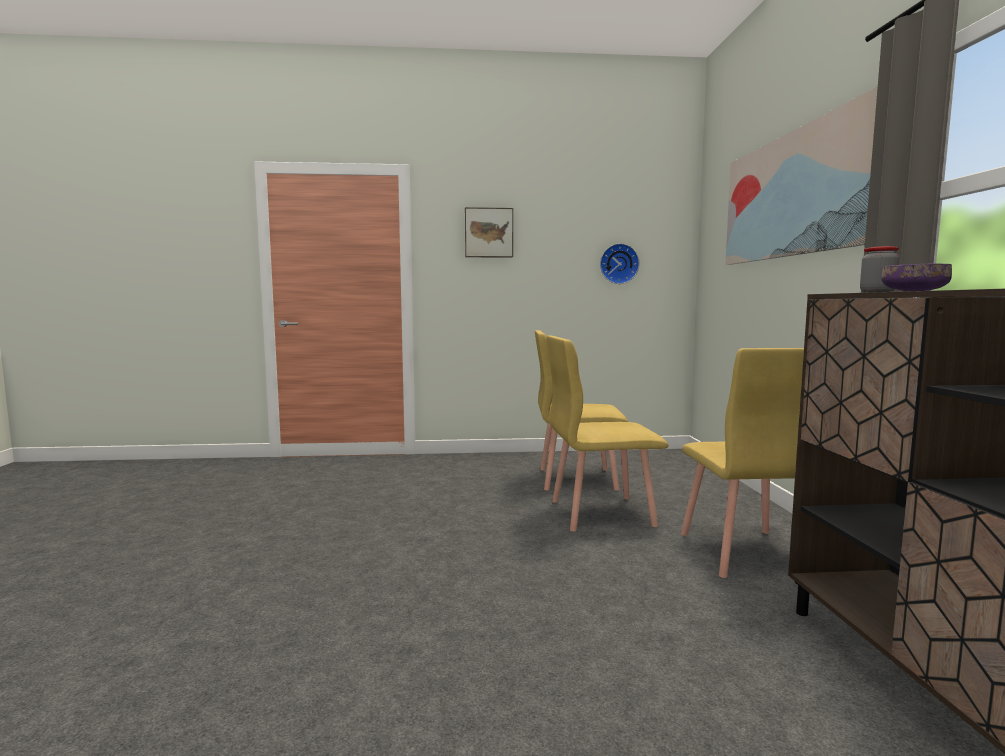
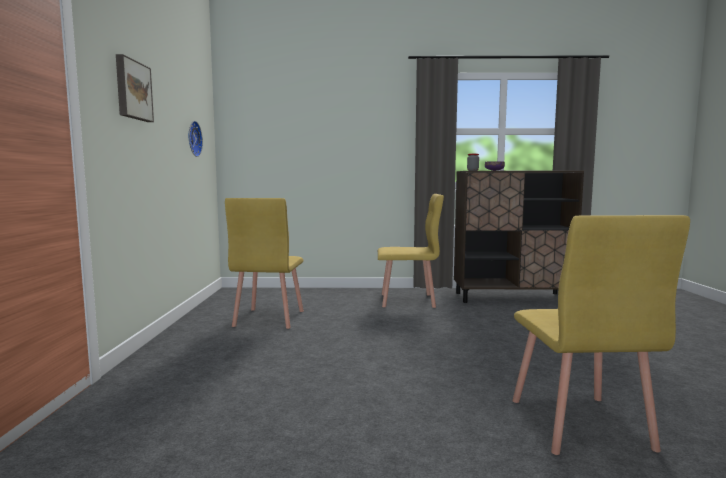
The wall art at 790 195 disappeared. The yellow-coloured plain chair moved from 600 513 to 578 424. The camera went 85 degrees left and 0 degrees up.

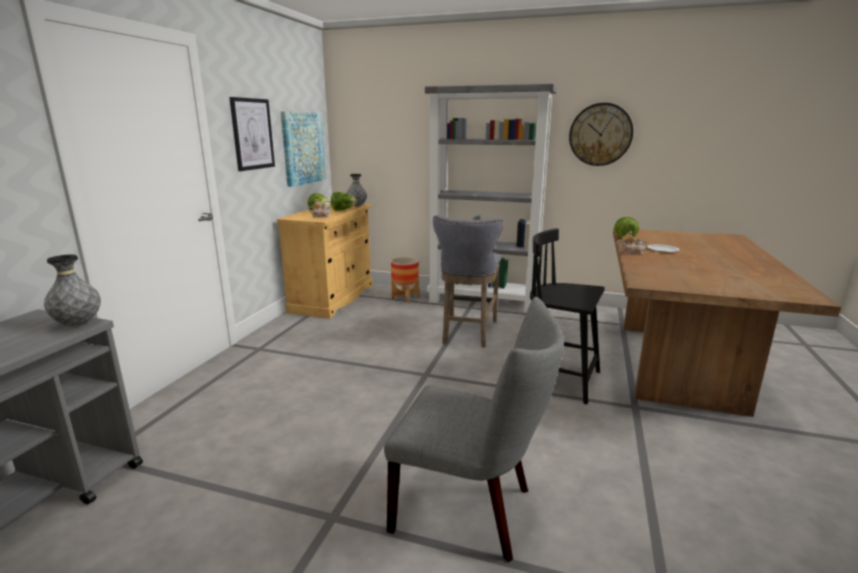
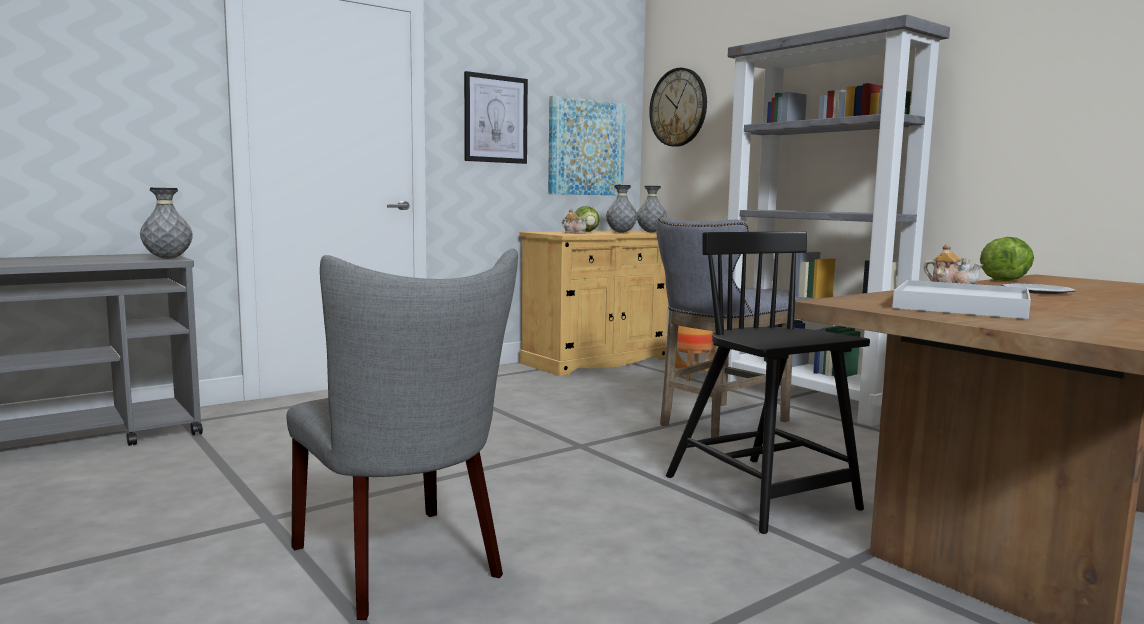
The whitish tray at 961 306 appeared. The wall clock moved from 600 134 to 678 107. The lettuce at 343 210 was replaced by the gray vase at 621 232. The camera went 35 degrees right and 10 degrees down.

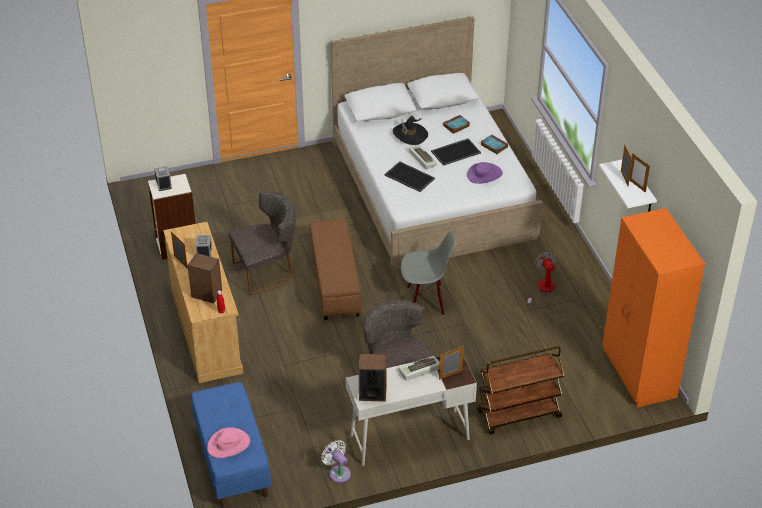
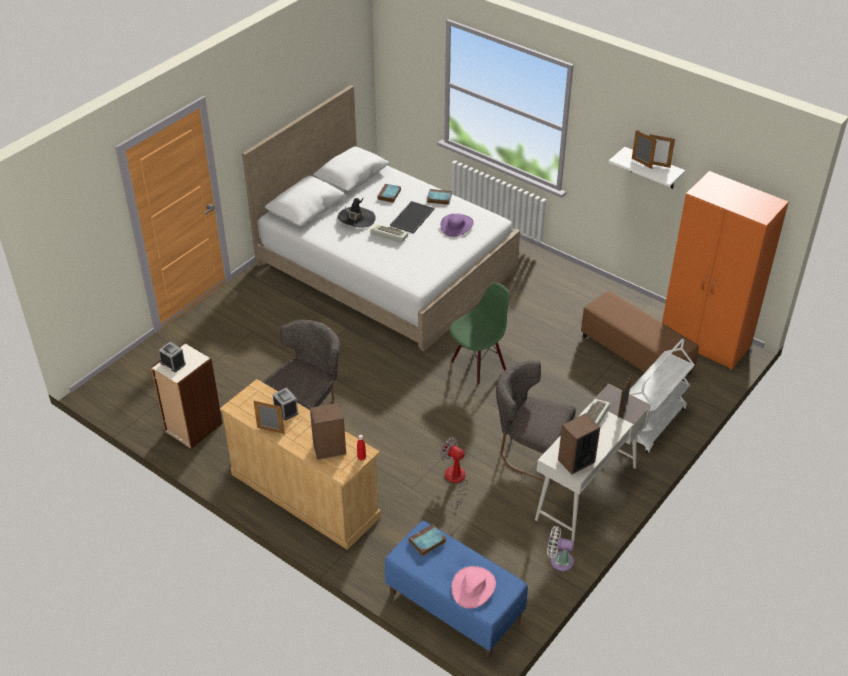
The tray at 410 176 disappeared. The bound book at 427 542 appeared. The brown-coloured pouffe moved from 336 282 to 636 354. The fan moved from 543 290 to 455 481. The gray plain chair at 426 300 became the green-coloured plain chair at 478 365. The brown-coloured wheeled cart at 518 415 became the whitish wheeled cart at 652 424. The camera went 35 degrees left and 0 degrees up.

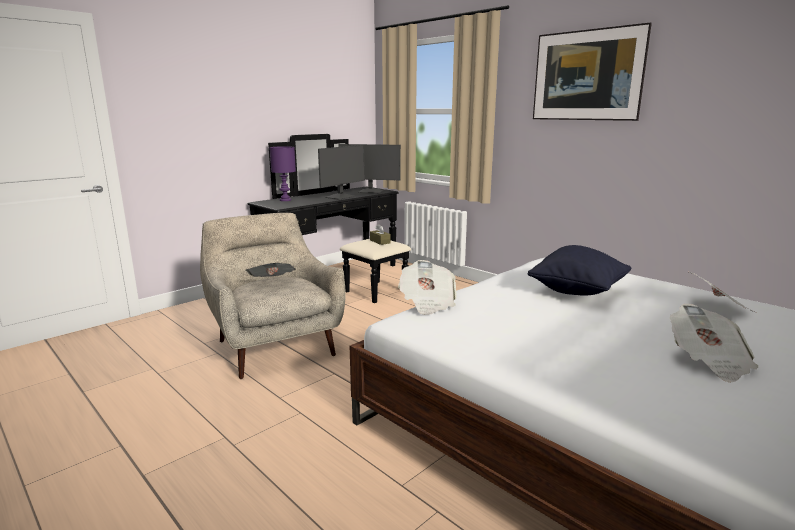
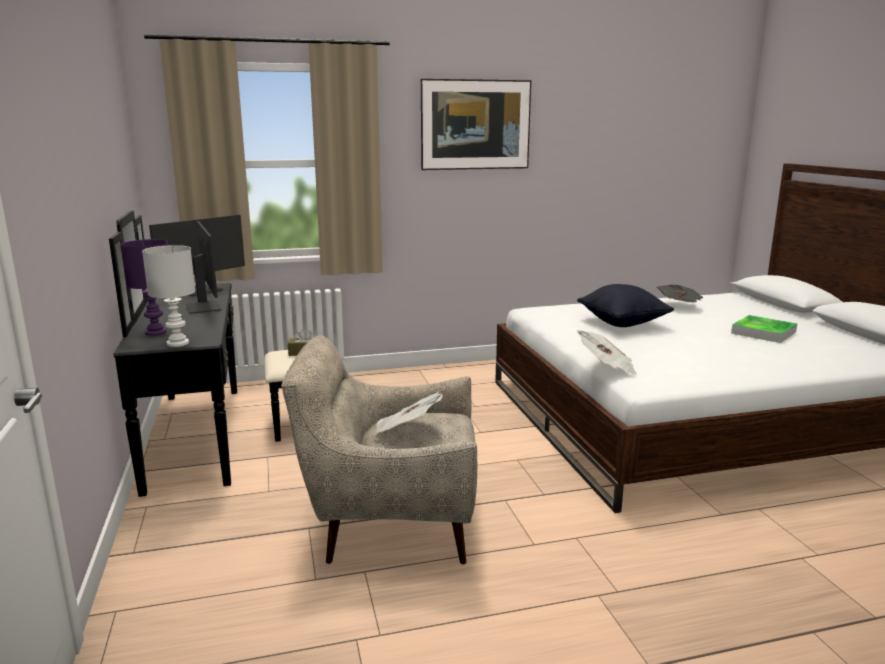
The whitish tabletop lamp at 178 343 appeared. The printed paper at 708 361 was replaced by the tray at 763 332. The camera went 60 degrees left and 0 degrees up.

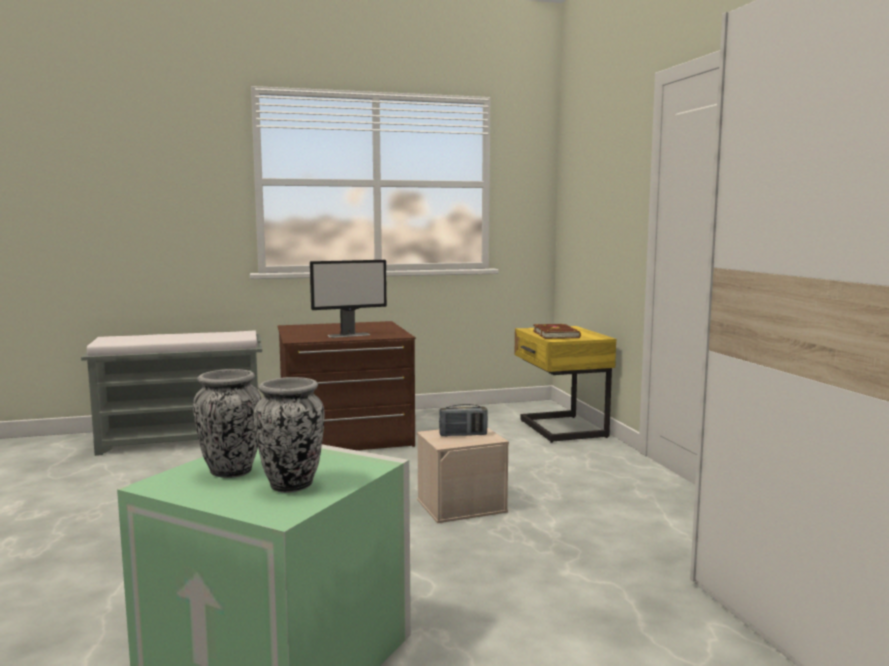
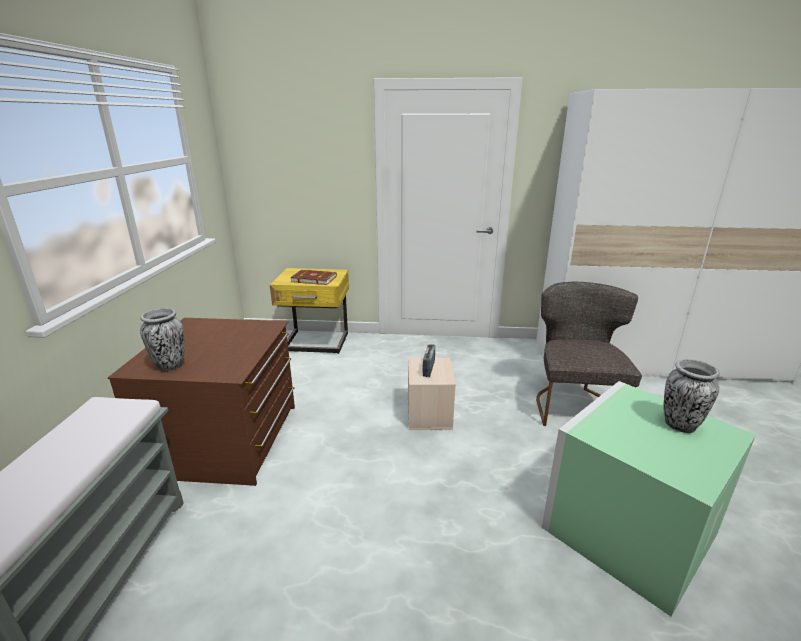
The computer display at 349 335 disappeared. The gray plain chair at 574 404 appeared. The vase moved from 231 472 to 170 366. The camera went 70 degrees left and 15 degrees up.

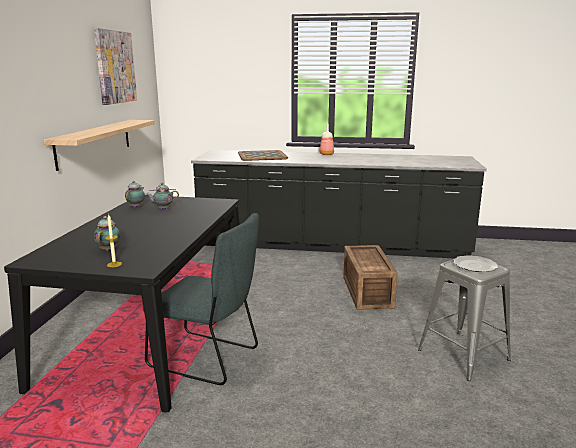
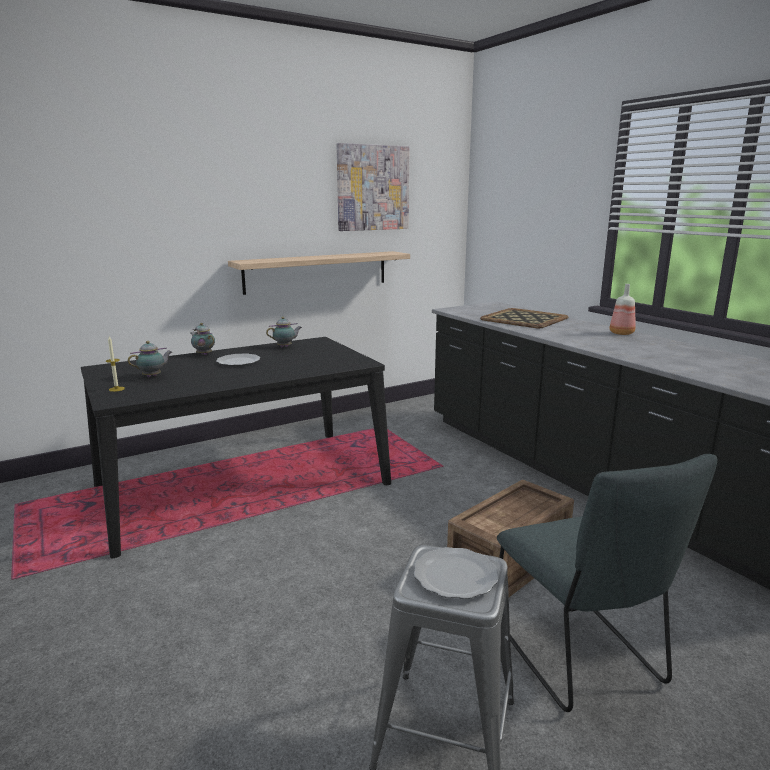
The dinner plate at 239 361 appeared. The gray plain chair moved from 208 359 to 579 655. The tea pot moved from 163 209 to 203 354. The camera went 50 degrees right and 0 degrees up.

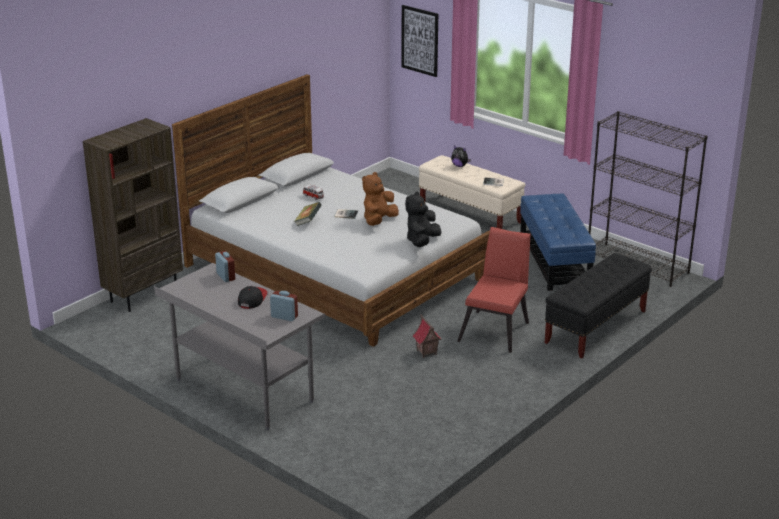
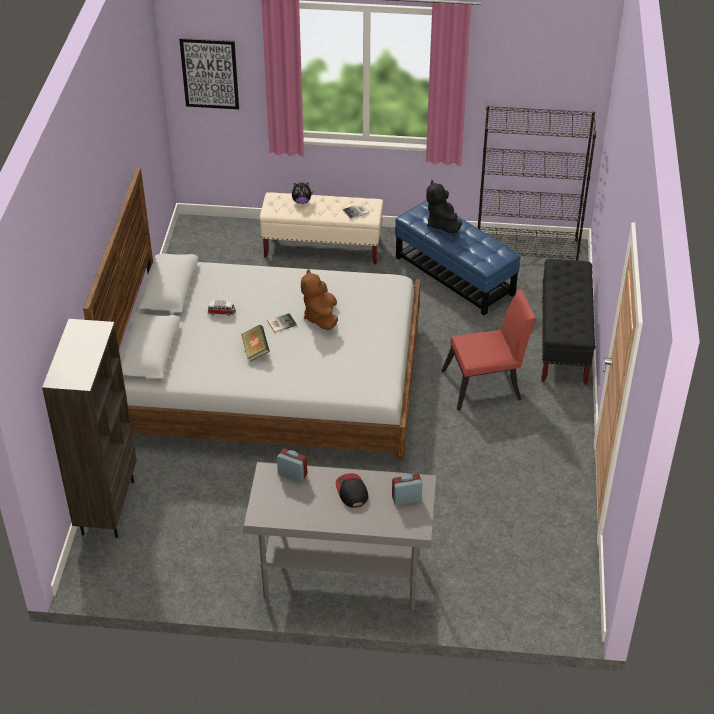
The toy house at 426 352 disappeared. The black soft toy moved from 422 241 to 442 224. The reddish plain chair at 496 329 turned 90 degrees clockwise. The camera went 35 degrees left and 15 degrees up.

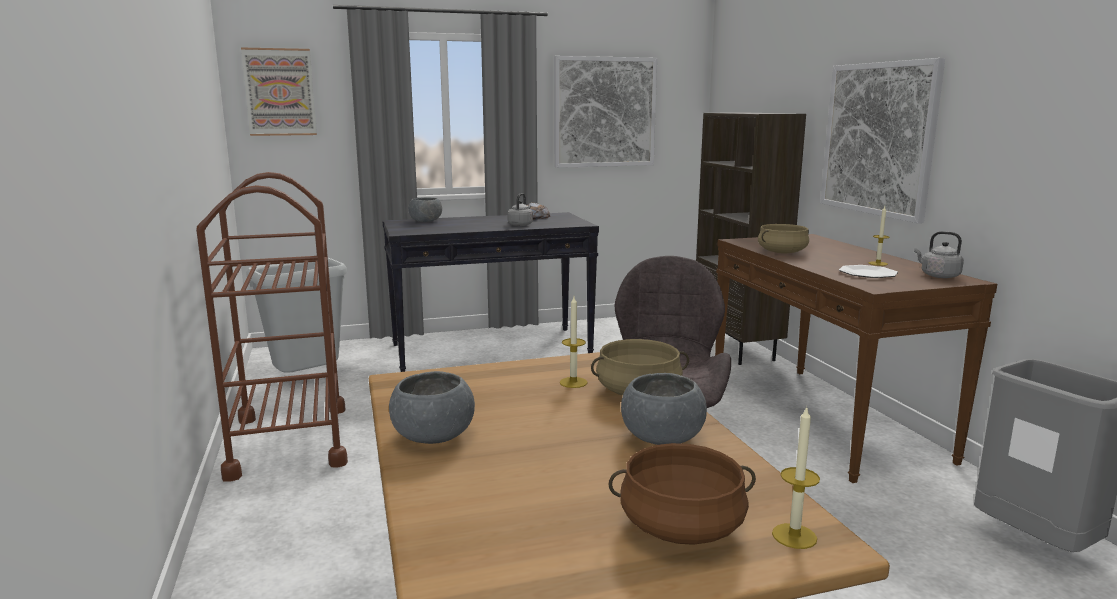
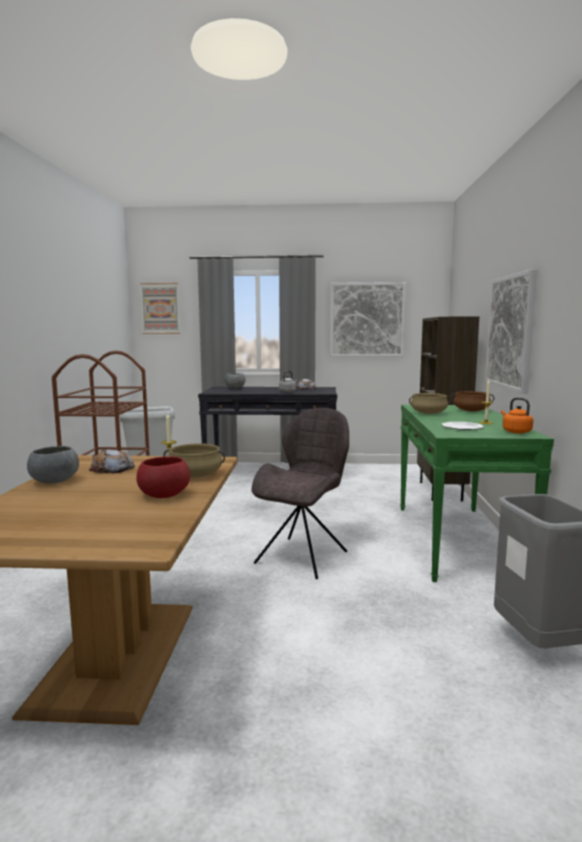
The wax light at 794 536 disappeared. The bread at 112 468 appeared. The brown-coloured stockpot moved from 682 526 to 471 411. The gray bowl at 661 438 became the reddish bowl at 164 495. The brown-coloured narrow table at 823 419 became the green-coloured narrow table at 457 540. The gray water kettle at 938 276 became the orange water kettle at 515 431. The camera went 20 degrees right and 5 degrees down.

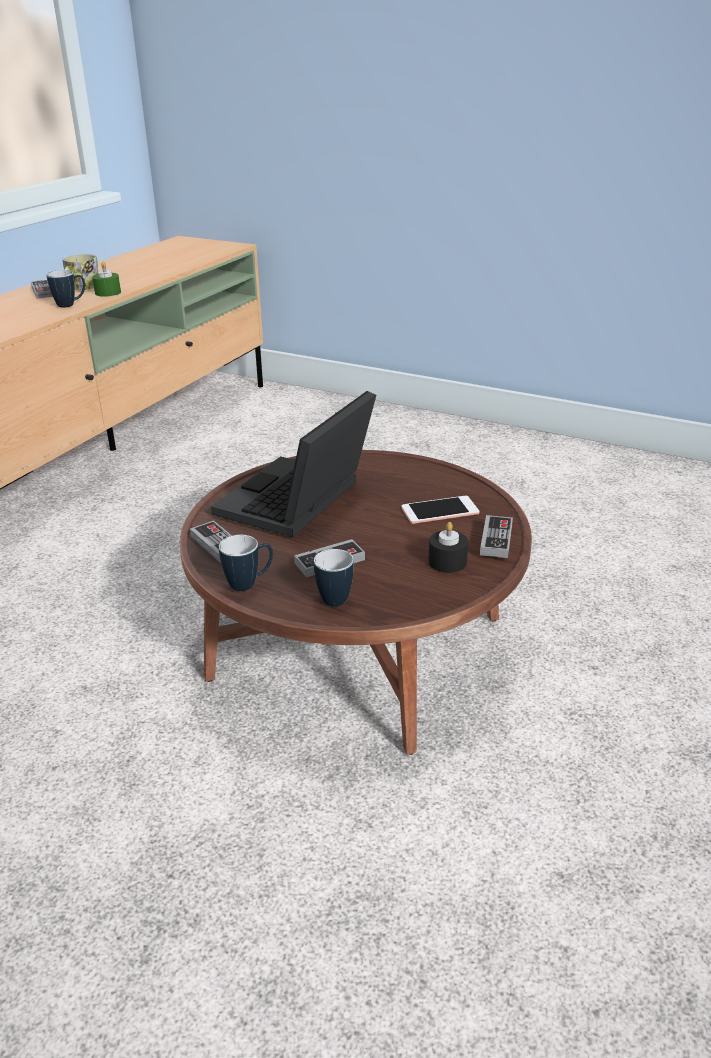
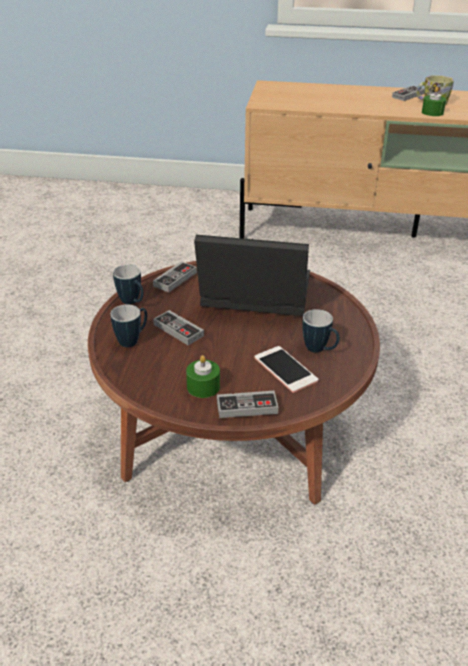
The tea mug moved from 70 305 to 319 350. The black wax light at 447 562 became the green-coloured wax light at 203 387. The camera went 70 degrees right and 5 degrees up.

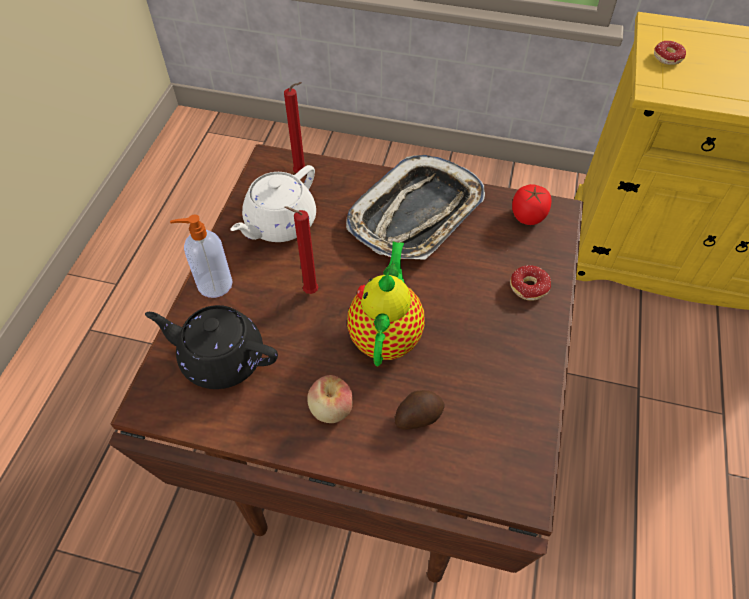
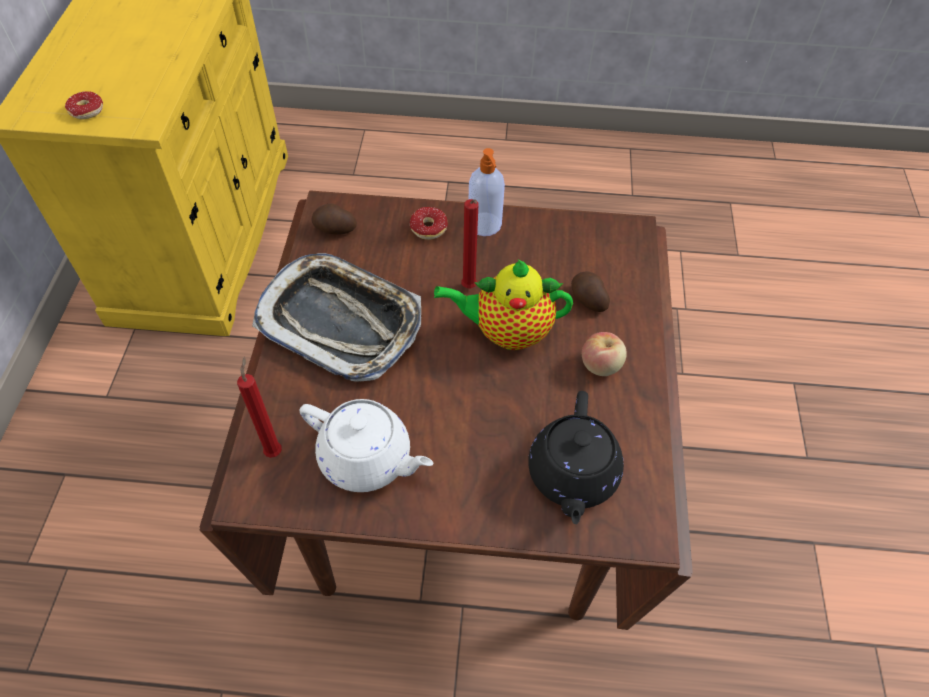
The liquid soap bottle moved from 213 284 to 485 225. The reddish wax light moved from 308 291 to 469 289. The whole tomato at 528 216 was replaced by the potato at 334 229. The camera went 100 degrees left and 0 degrees up.

